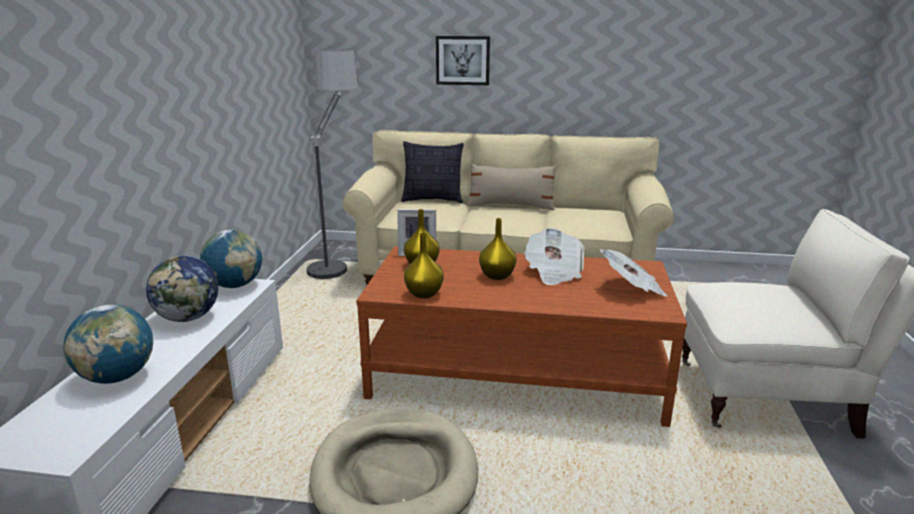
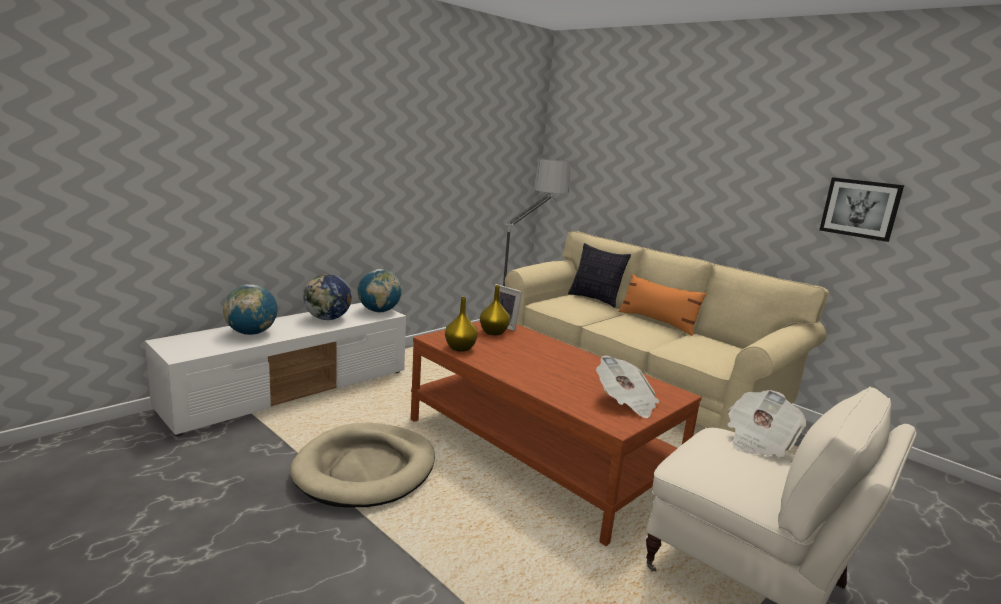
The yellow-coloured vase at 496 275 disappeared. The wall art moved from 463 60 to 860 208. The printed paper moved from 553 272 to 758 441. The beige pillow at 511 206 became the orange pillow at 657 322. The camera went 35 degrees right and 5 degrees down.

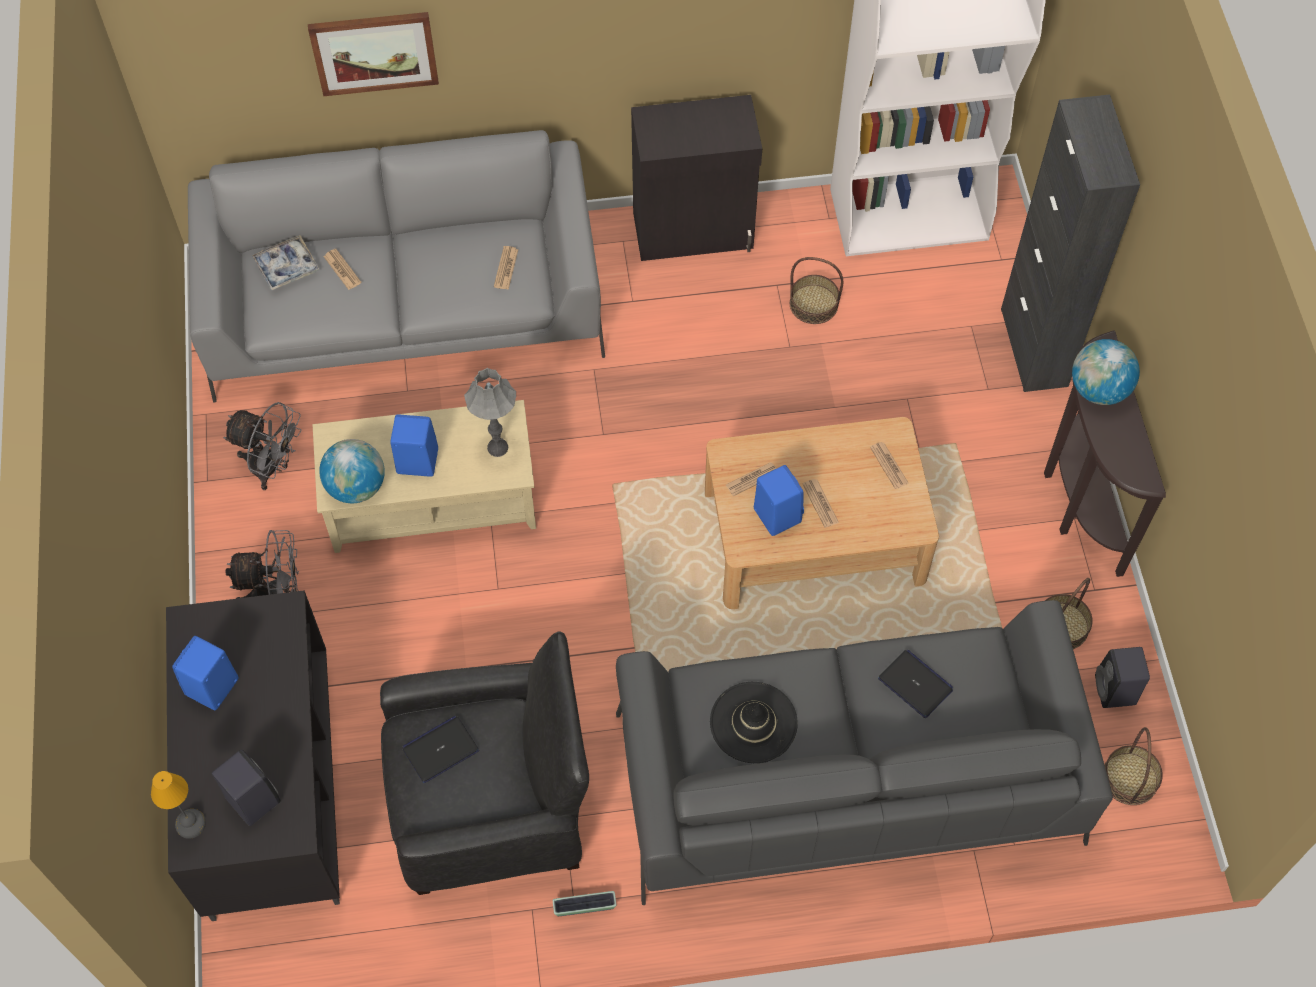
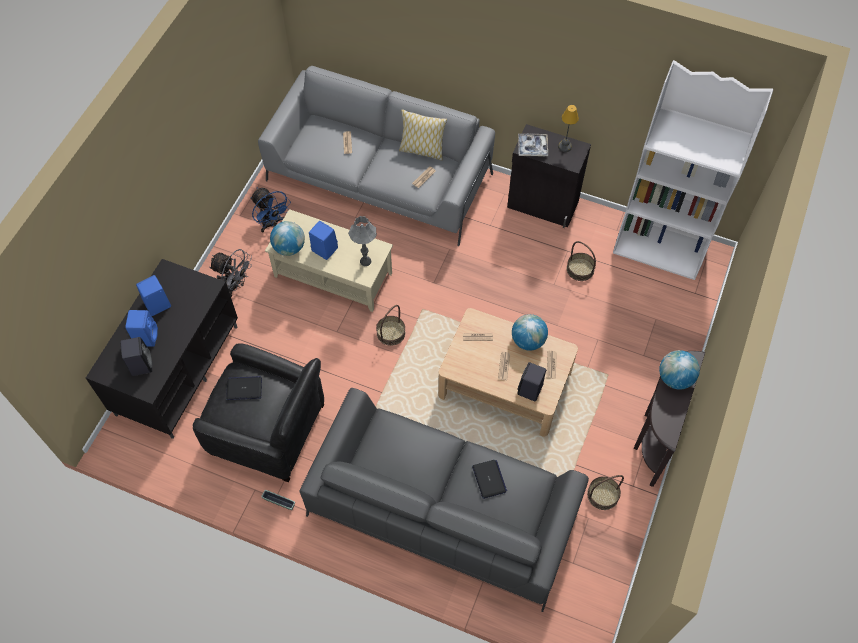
The wall art at 374 52 disappeared. The black clothing hat at 753 722 disappeared. The black cupboard at 1034 347 disappeared. The pillow at 422 150 appeared. The globe at 528 341 appeared. The tabletop lamp moved from 189 824 to 564 146. The tray moved from 287 267 to 532 147. The bluish audio speaker moved from 776 514 to 146 336. The black audio speaker moved from 1116 691 to 530 390. The basket moved from 1130 778 to 391 333. The gray fan at 272 468 became the bluish fan at 272 224. The camera went 30 degrees right and 0 degrees up.

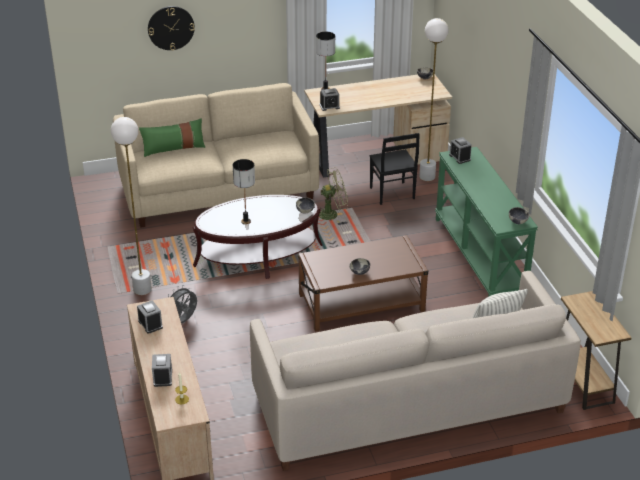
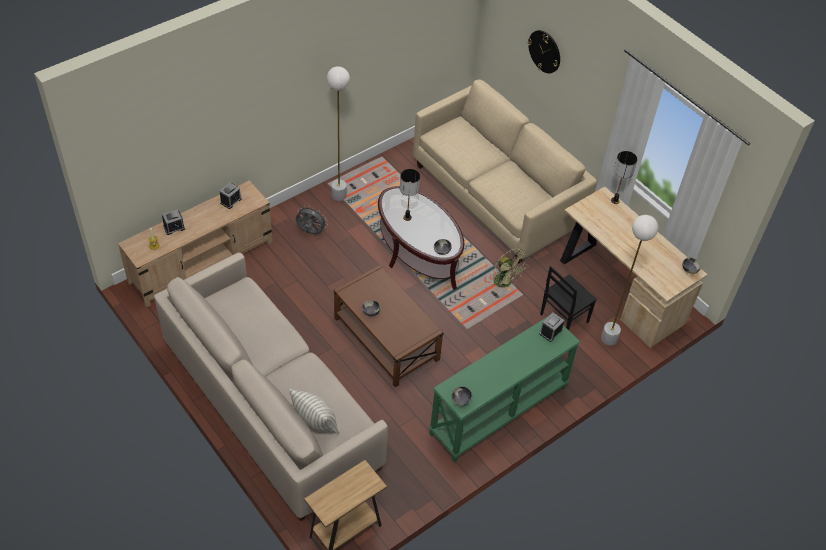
The green-coloured pillow at 173 148 disappeared. The bedside clock at 329 106 disappeared. The camera went 65 degrees right and 15 degrees up.

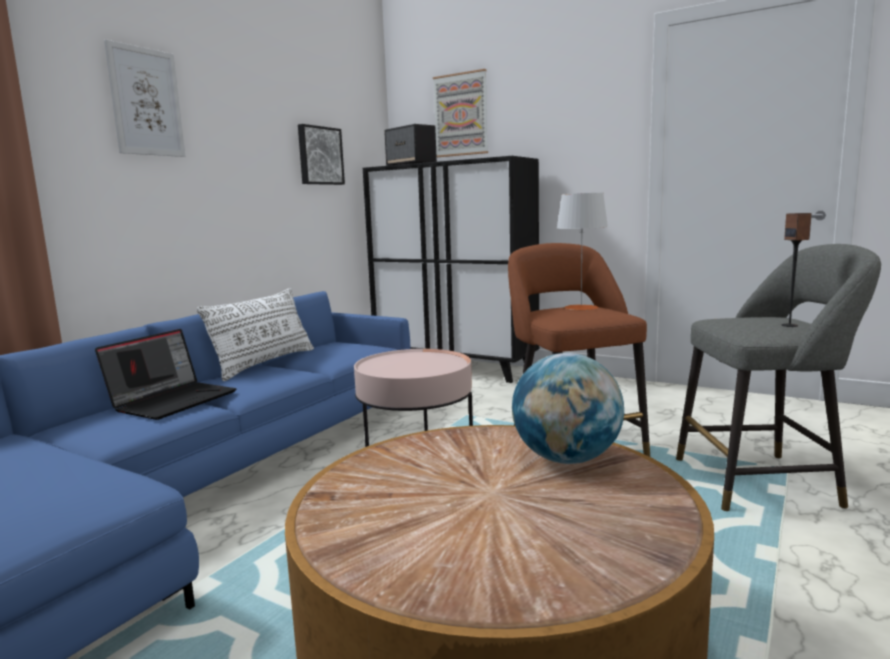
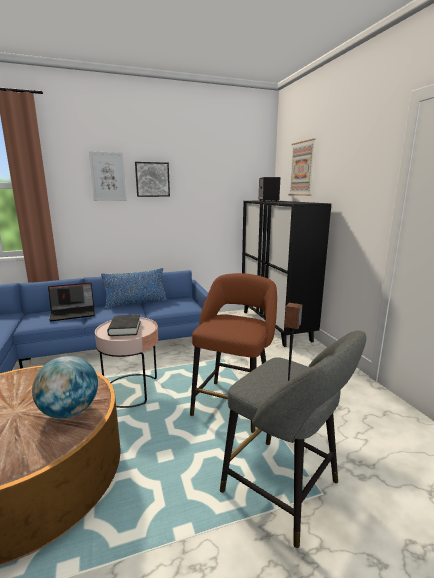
The gray tabletop lamp at 581 307 disappeared. The black bound book at 125 328 appeared. The wall art moved from 319 156 to 152 179. The whitish pillow at 265 363 became the bluish pillow at 136 303. The camera went 40 degrees right and 5 degrees up.

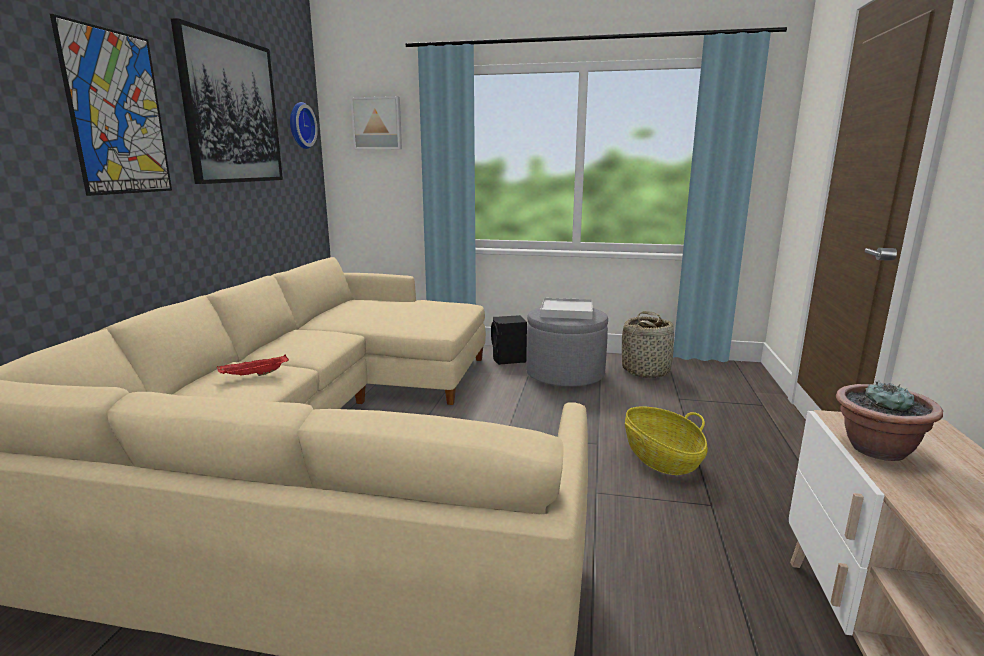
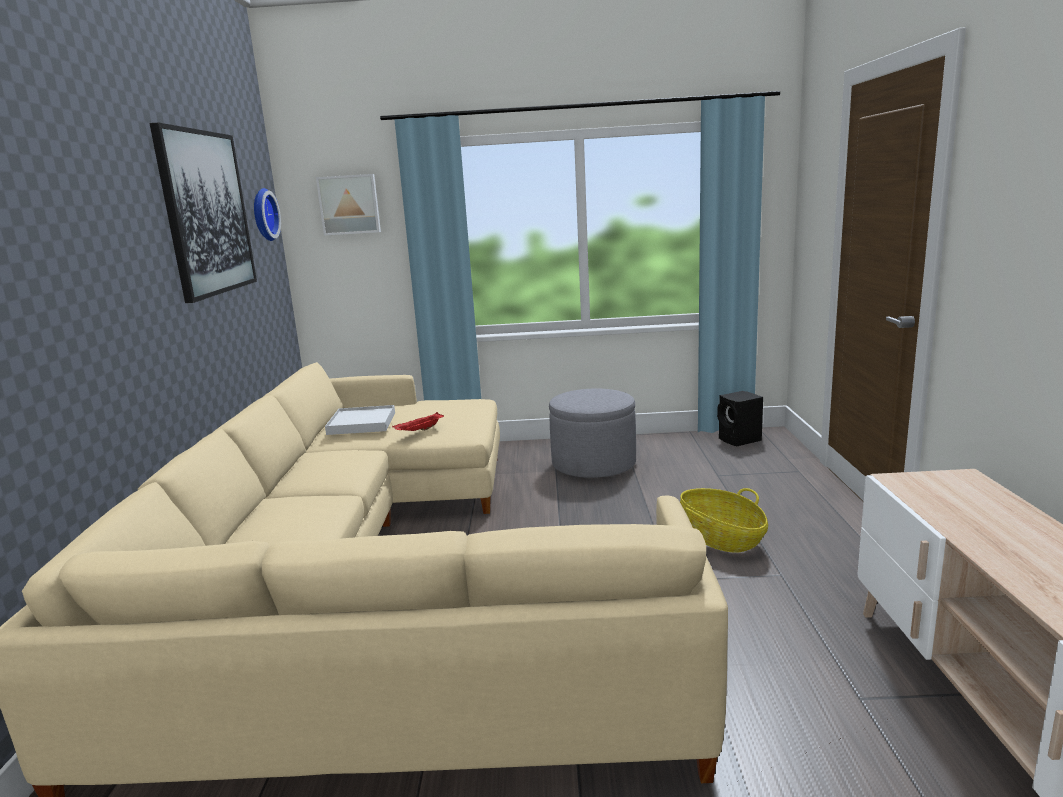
The wall art at 117 113 disappeared. The basket at 646 371 disappeared. The plant in a pot at 877 450 disappeared. The reddish tray moved from 254 375 to 419 431. The black audio speaker moved from 509 360 to 740 440. The whitish tray moved from 566 311 to 361 423. The camera went 10 degrees left and 0 degrees up.

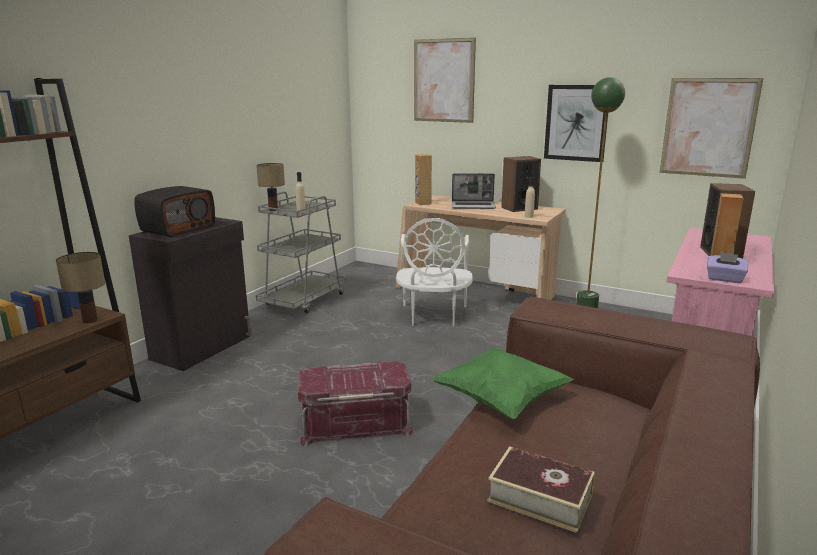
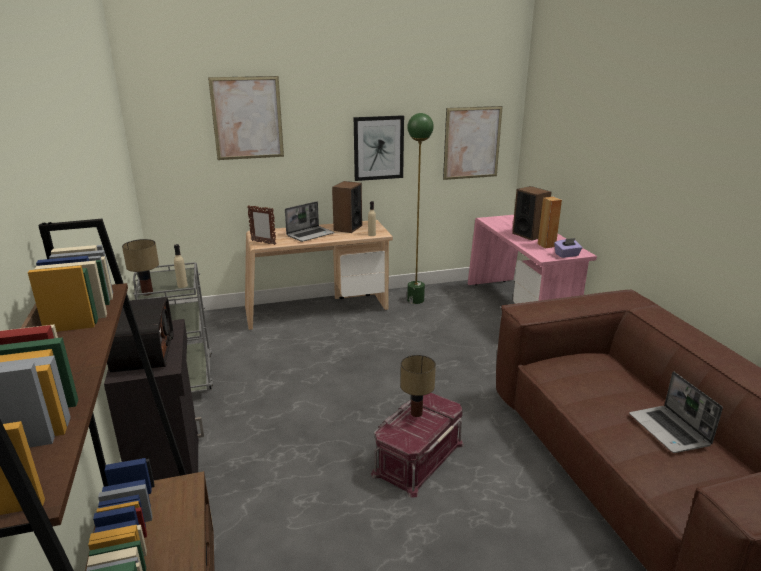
The whitish plain chair at 433 316 disappeared. The green-coloured pillow at 501 400 disappeared. The tabletop lamp moved from 91 320 to 416 413. The brown-coloured audio speaker at 423 203 was replaced by the standing frame at 263 242. The bound book at 540 498 was replaced by the notebook computer at 670 430. The camera went 45 degrees left and 5 degrees up.

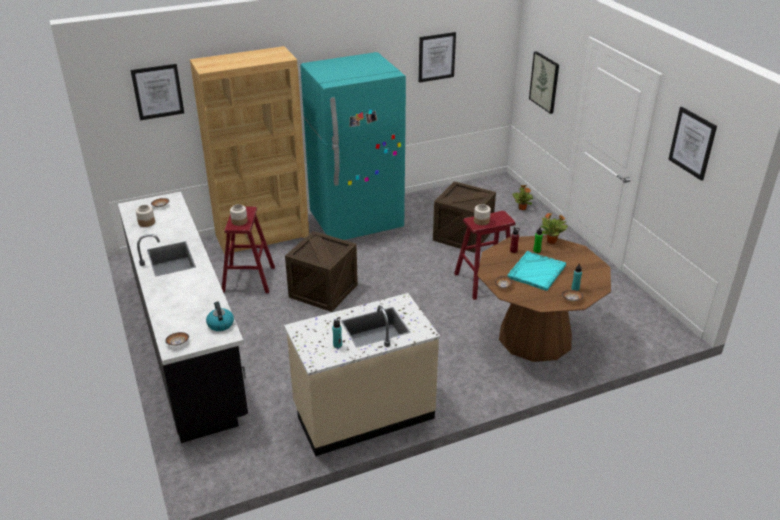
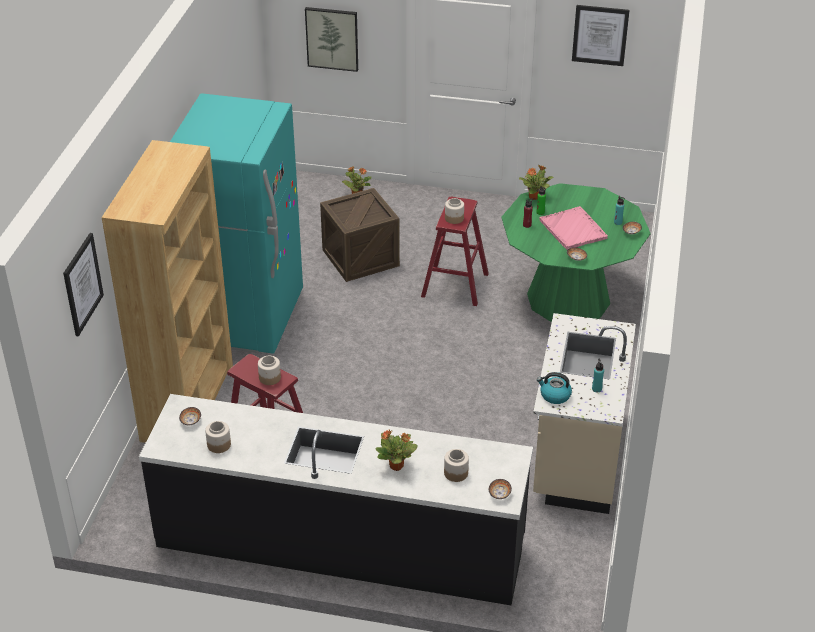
The crate at 323 291 disappeared. The wall art at 436 57 disappeared. The plant in a pot at 397 466 appeared. The preserve jar at 456 473 appeared. The water kettle moved from 220 324 to 554 395. The brown-coloured dinner table at 535 337 became the green-coloured dinner table at 568 298. The turquoise-coloured tray at 536 272 became the pink-coloured tray at 573 230. The camera went 55 degrees left and 5 degrees up.

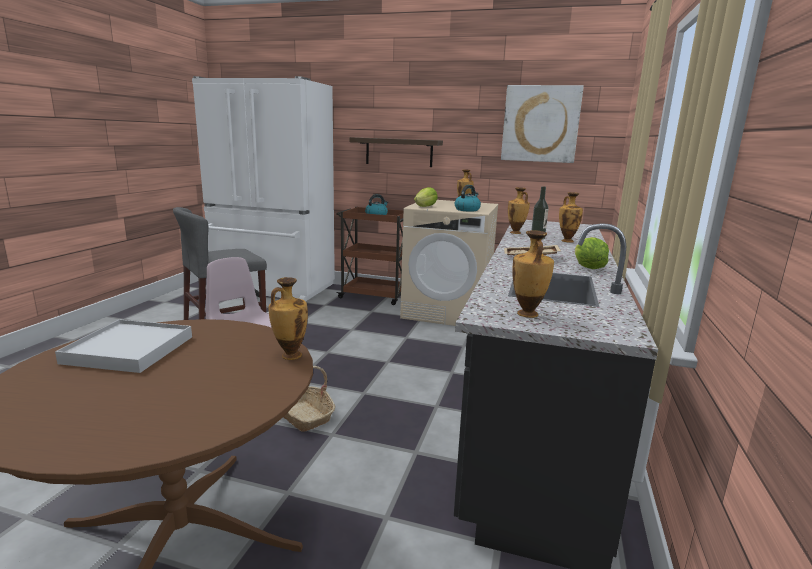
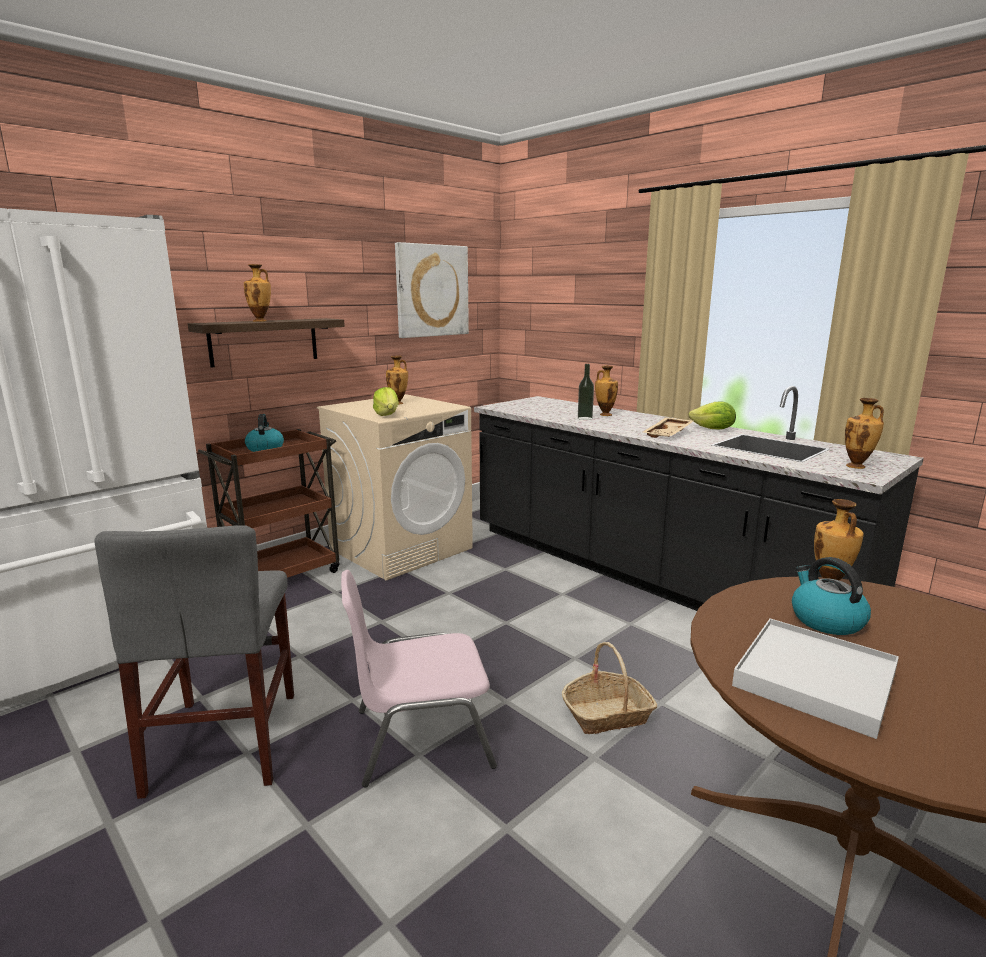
The water kettle moved from 467 209 to 825 620. The vase moved from 515 233 to 260 321. The camera went 60 degrees left and 0 degrees up.

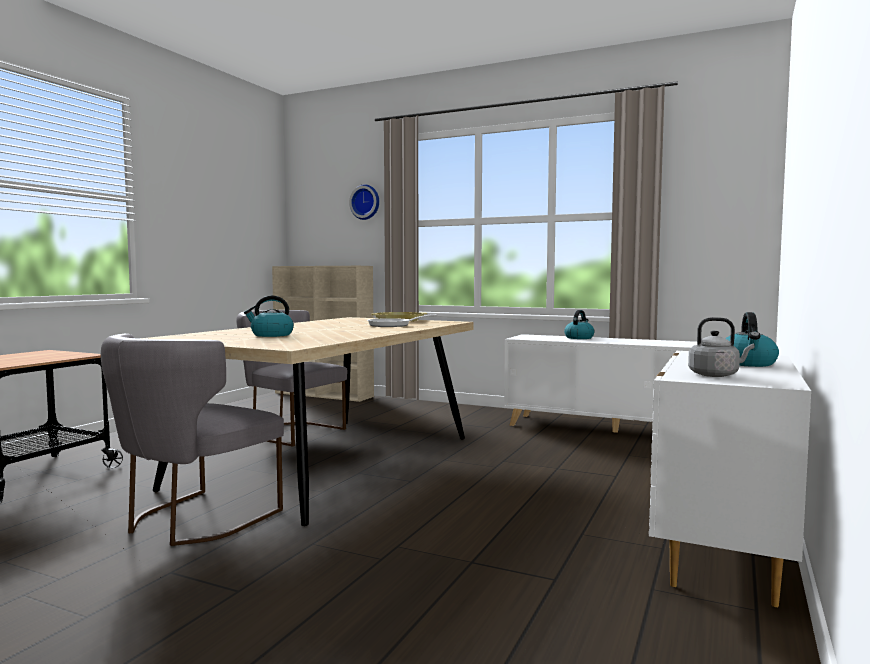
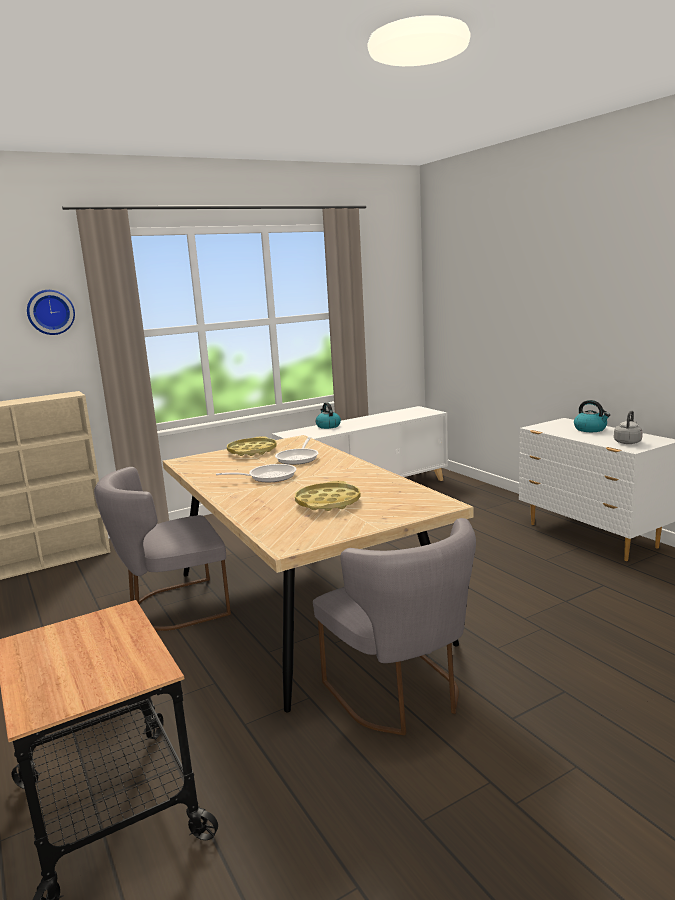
The pan at 268 477 appeared. The water kettle at 271 335 was replaced by the yellow-coloured tray at 328 502. The camera went 55 degrees left and 10 degrees up.

